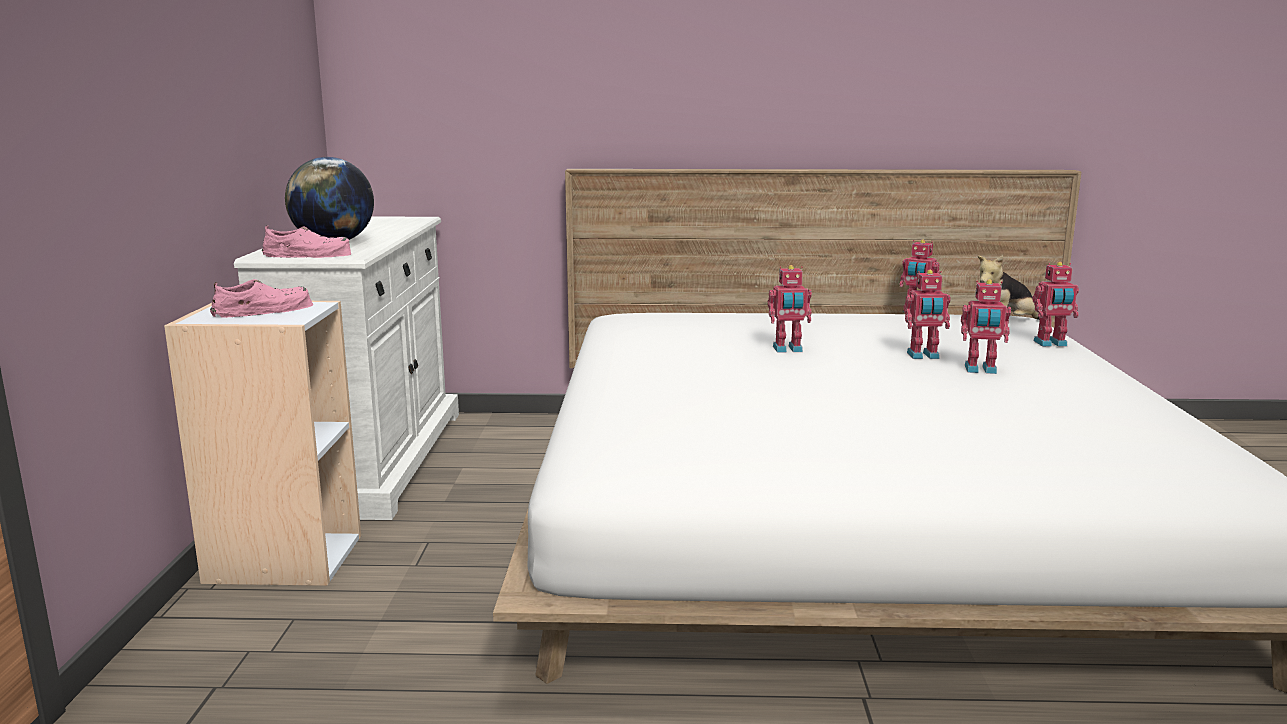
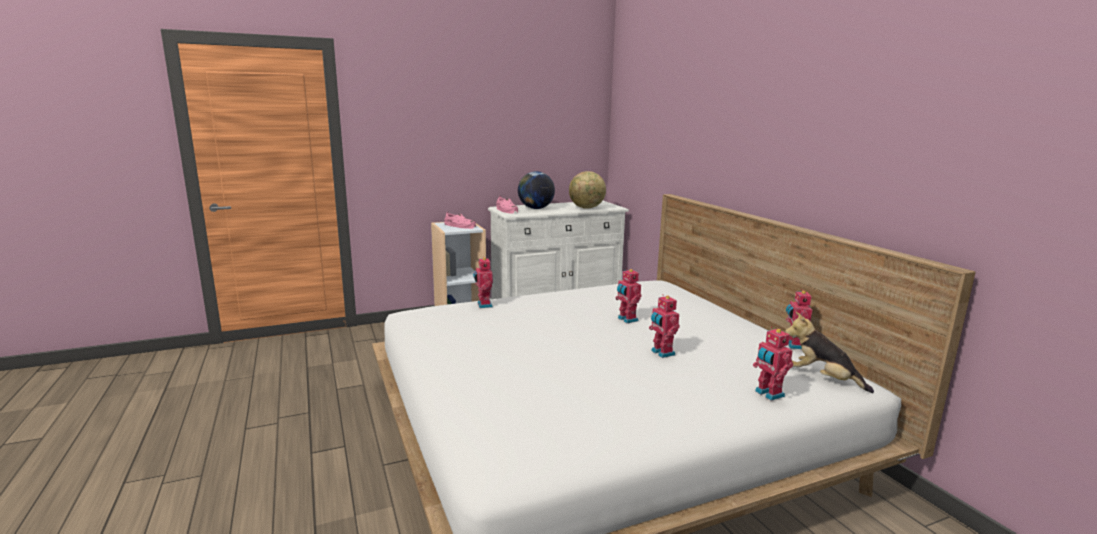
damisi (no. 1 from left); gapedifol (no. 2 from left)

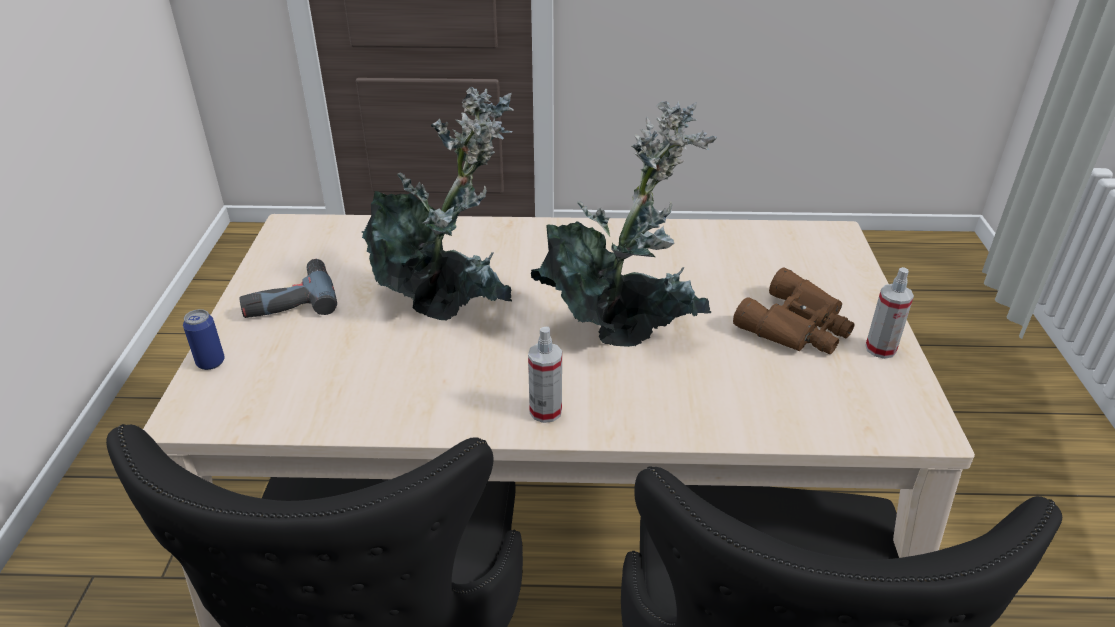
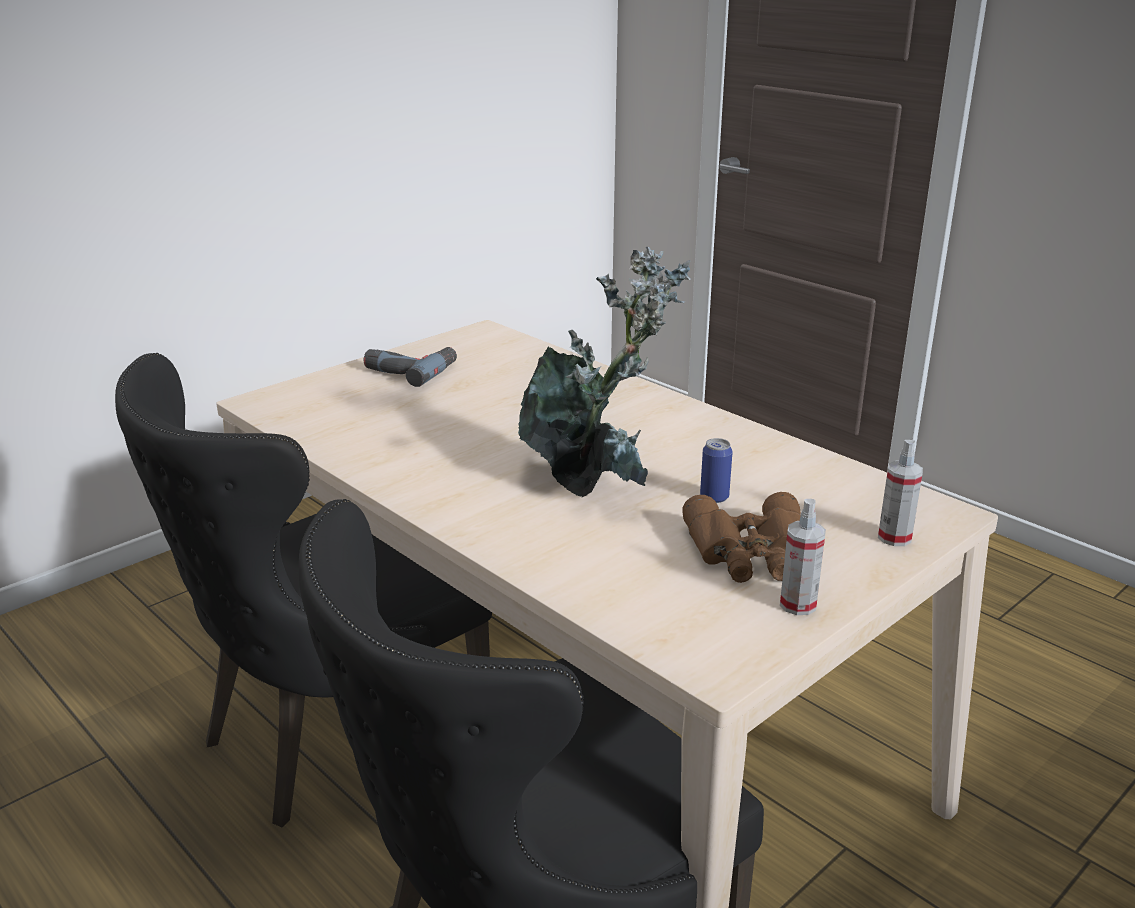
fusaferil; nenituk (no. 2 from left); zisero (no. 1 from left in the first image)

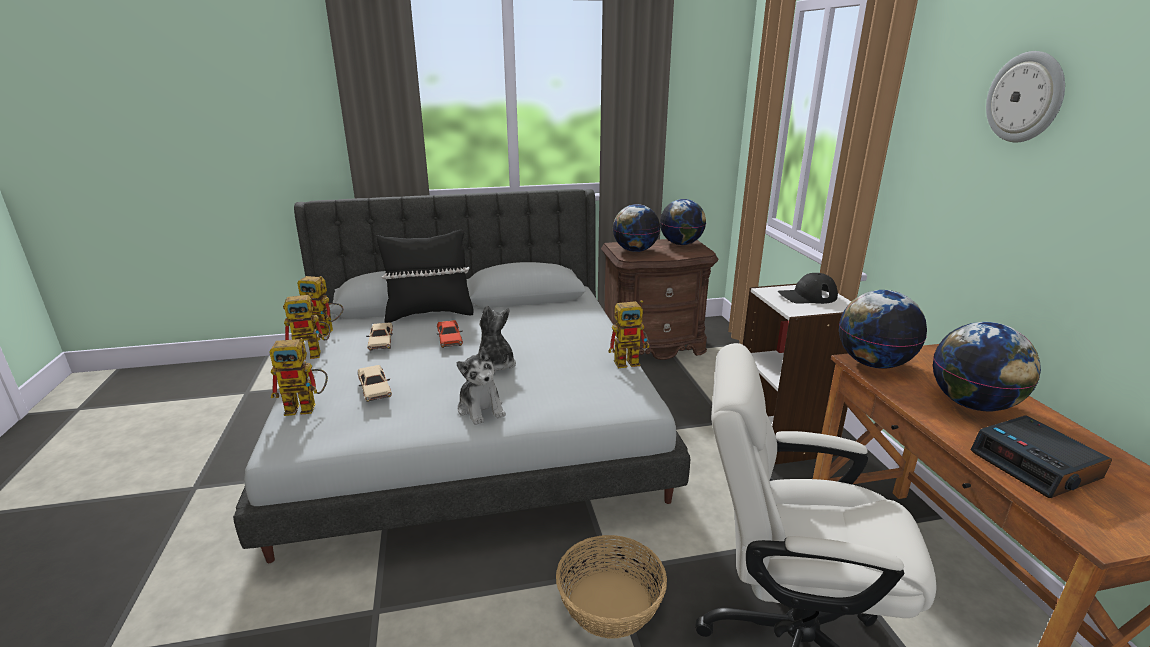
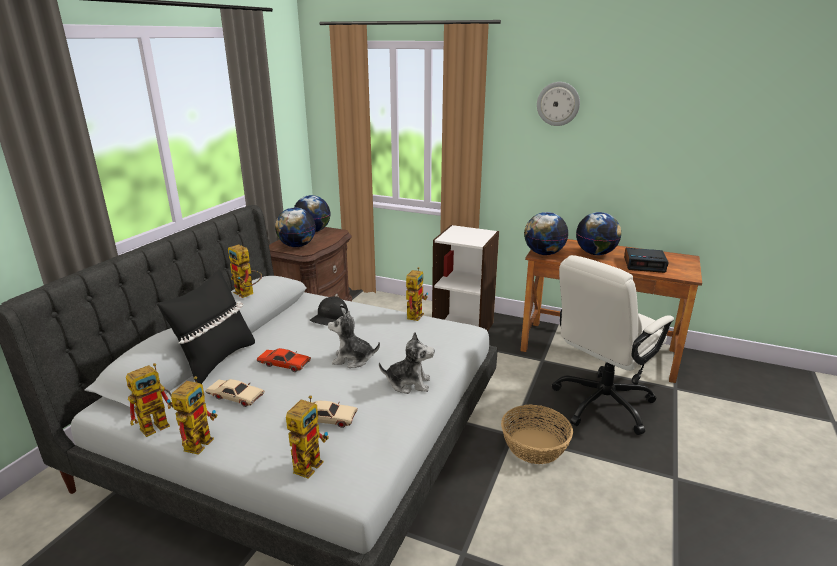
damisi (no. 3 from left); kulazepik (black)

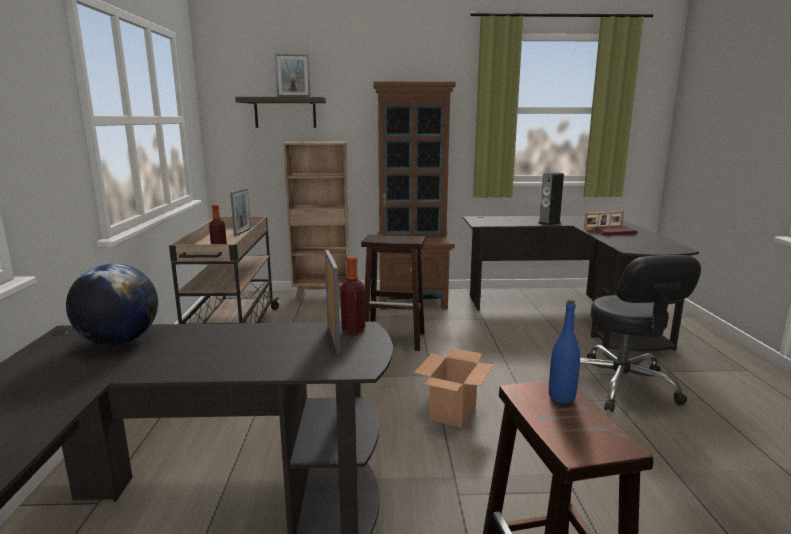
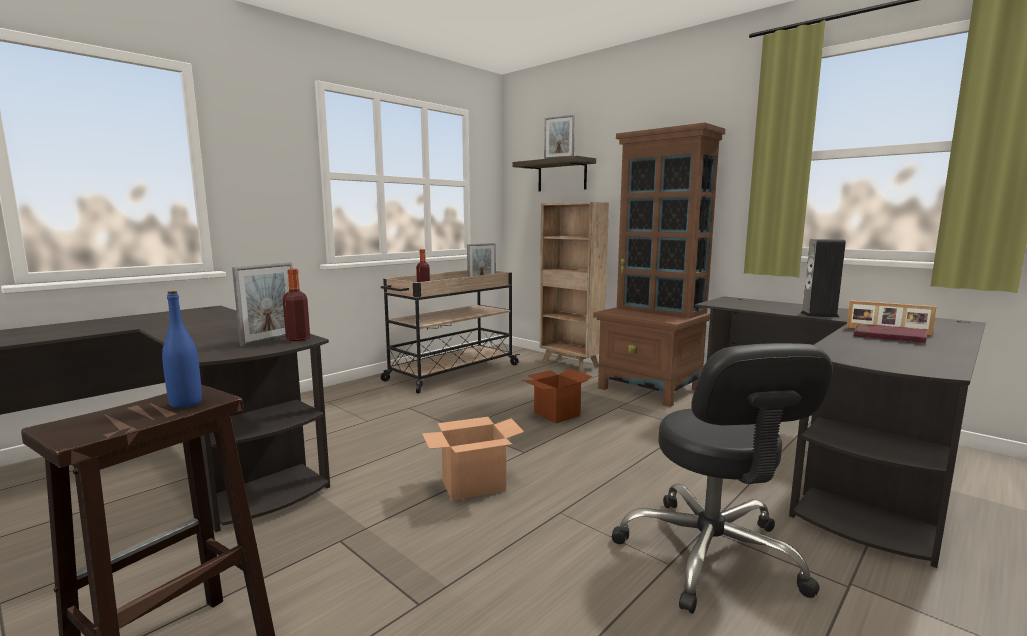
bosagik (no. 2 from left); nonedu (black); gapedifol

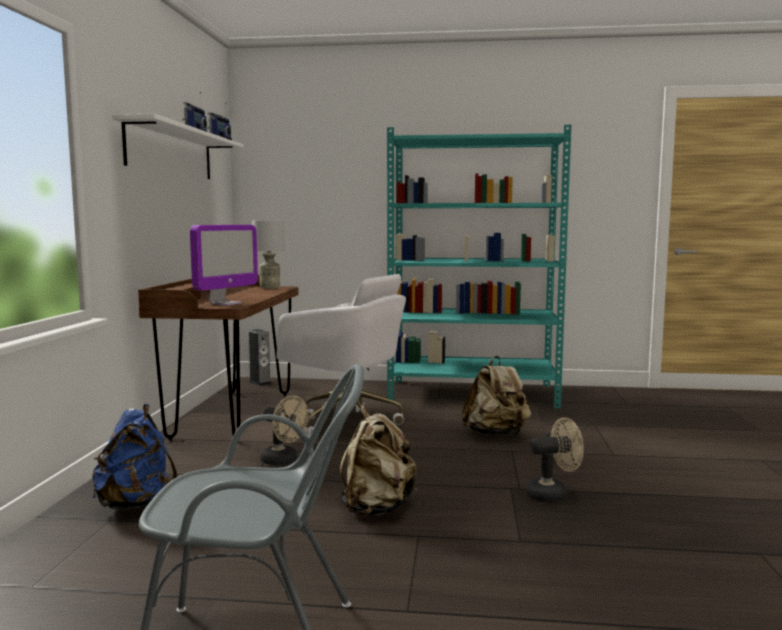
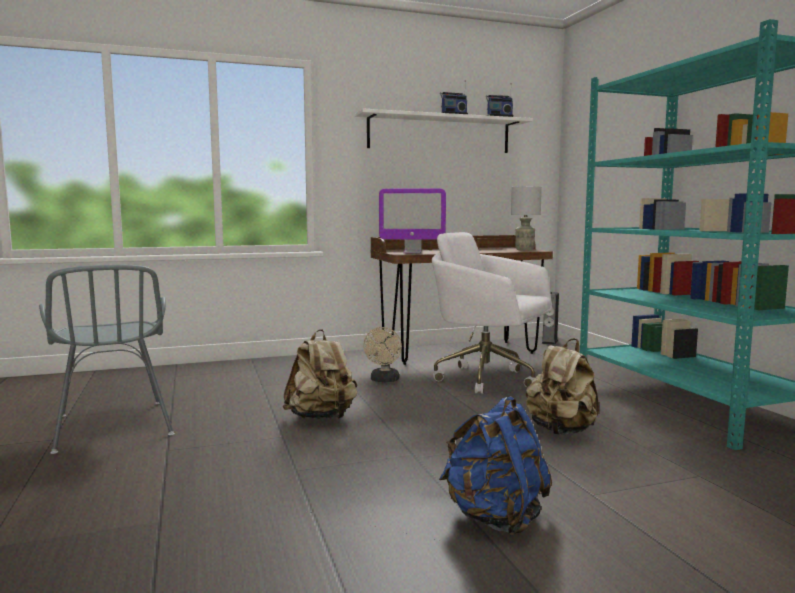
nonedu (white); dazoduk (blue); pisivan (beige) (no. 2 from left in the first image)

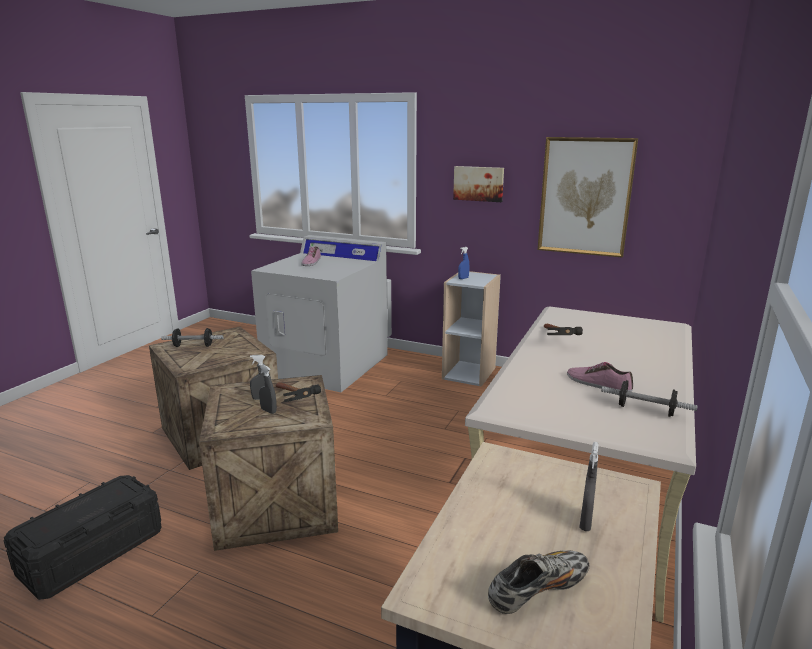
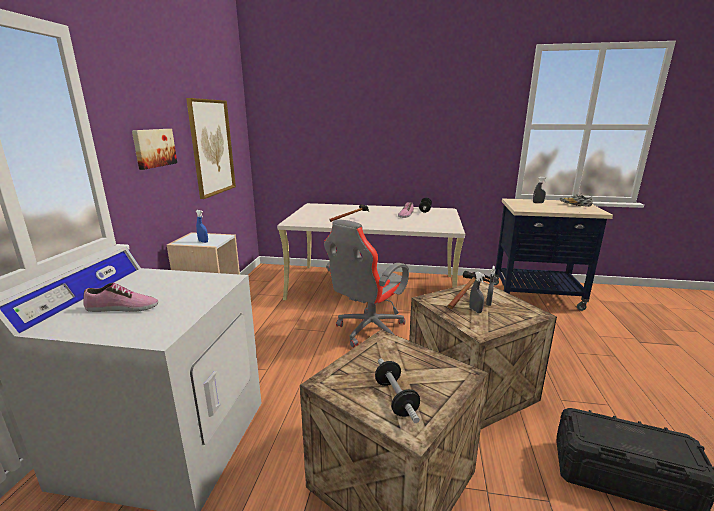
nonedu (grey)

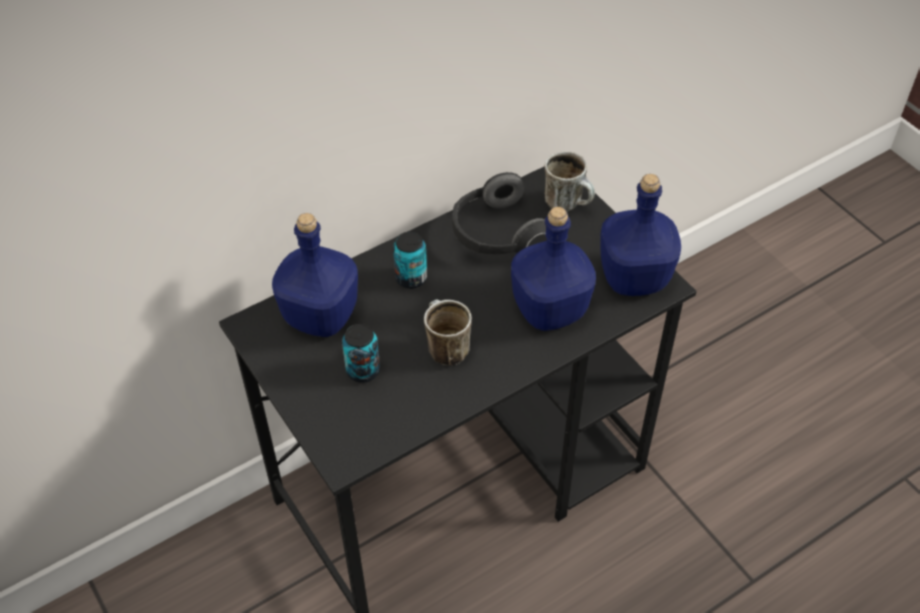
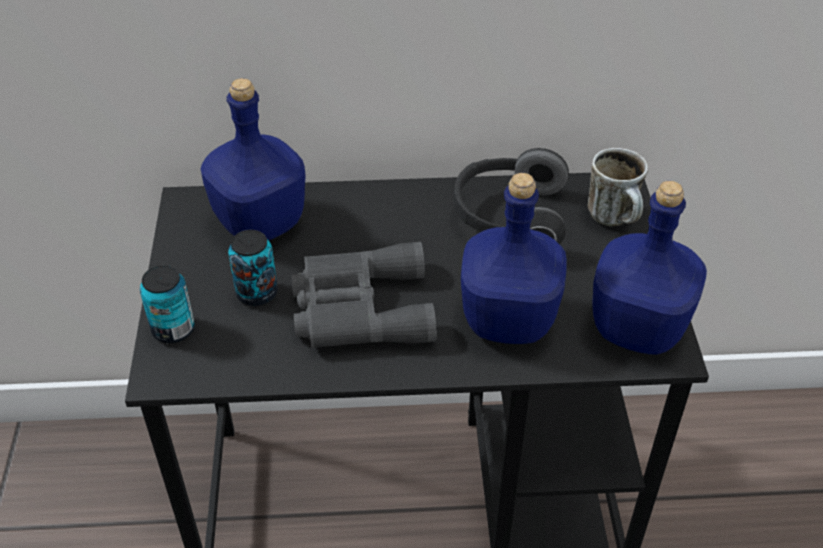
fusaferil (no. 1 from left); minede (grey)

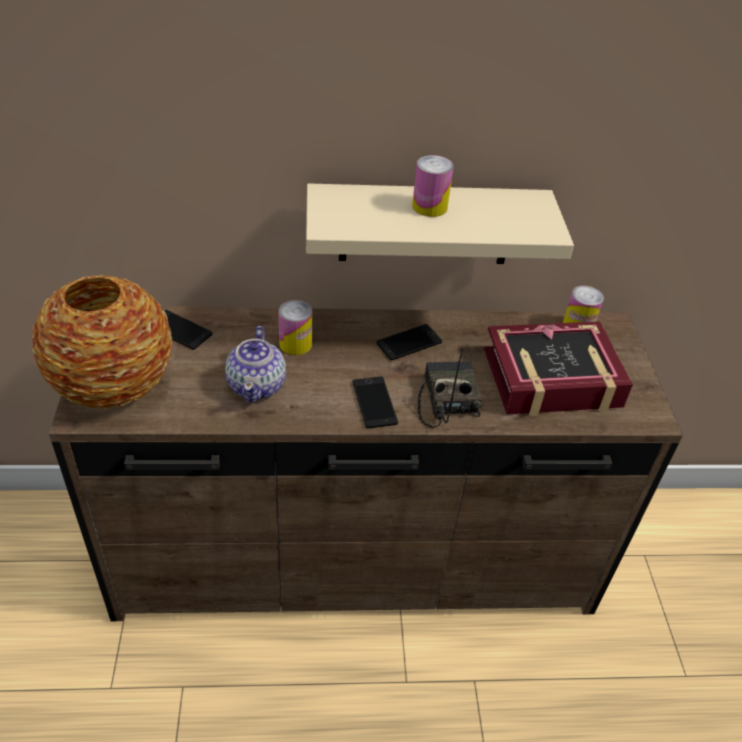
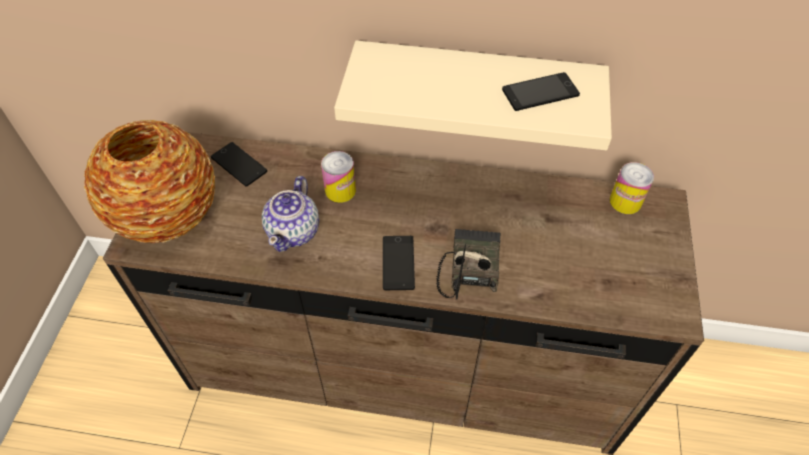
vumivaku (no. 3 from left); fusaferil (no. 2 from left in the first image); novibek

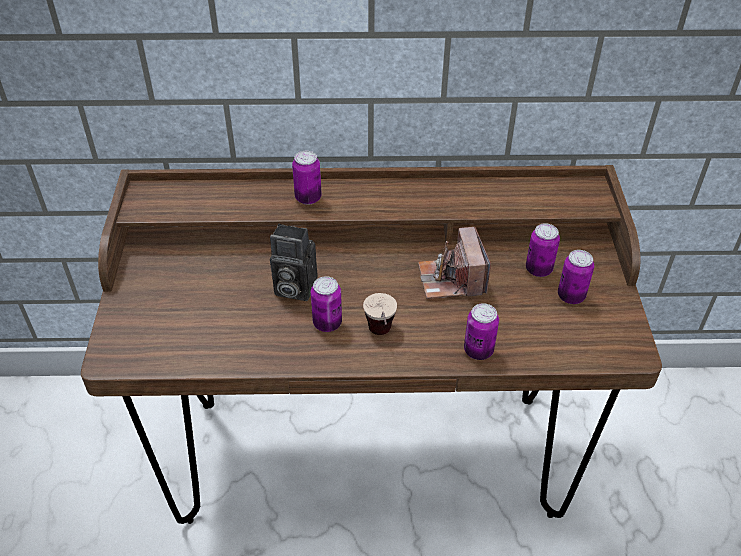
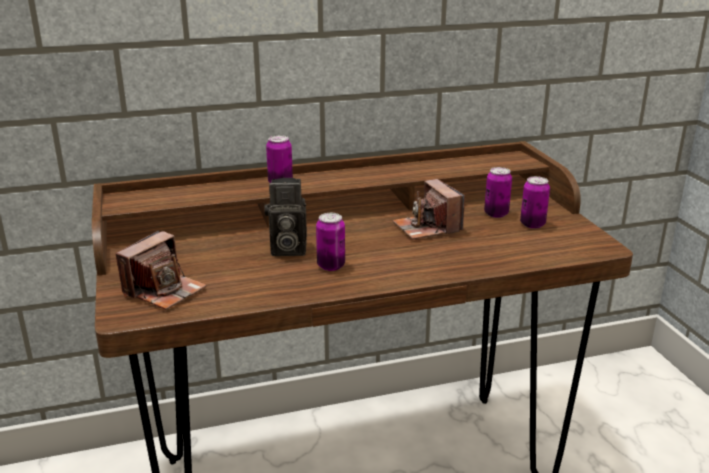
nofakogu (no. 1 from left); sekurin; fusaferil (no. 3 from left in the first image)

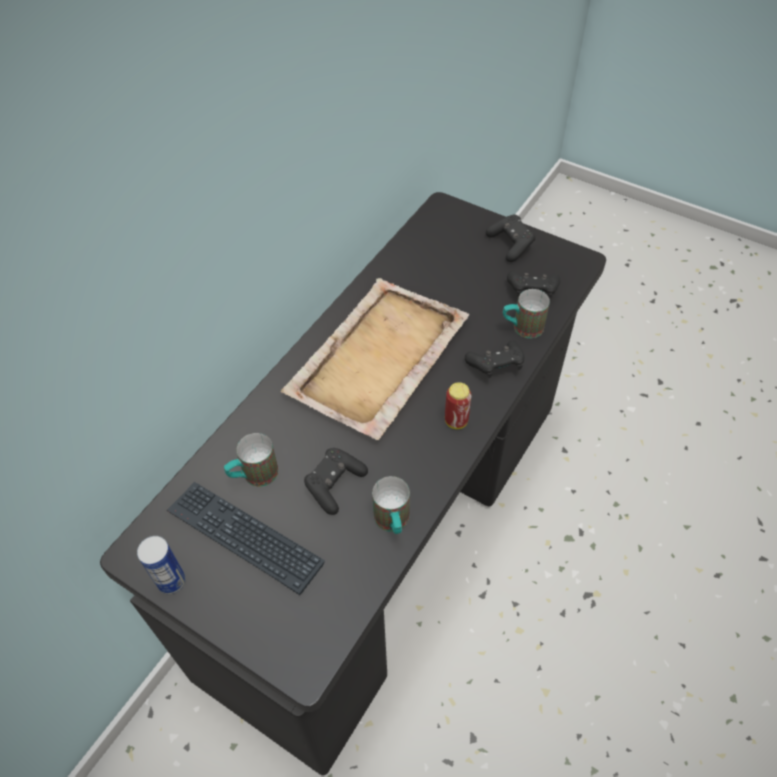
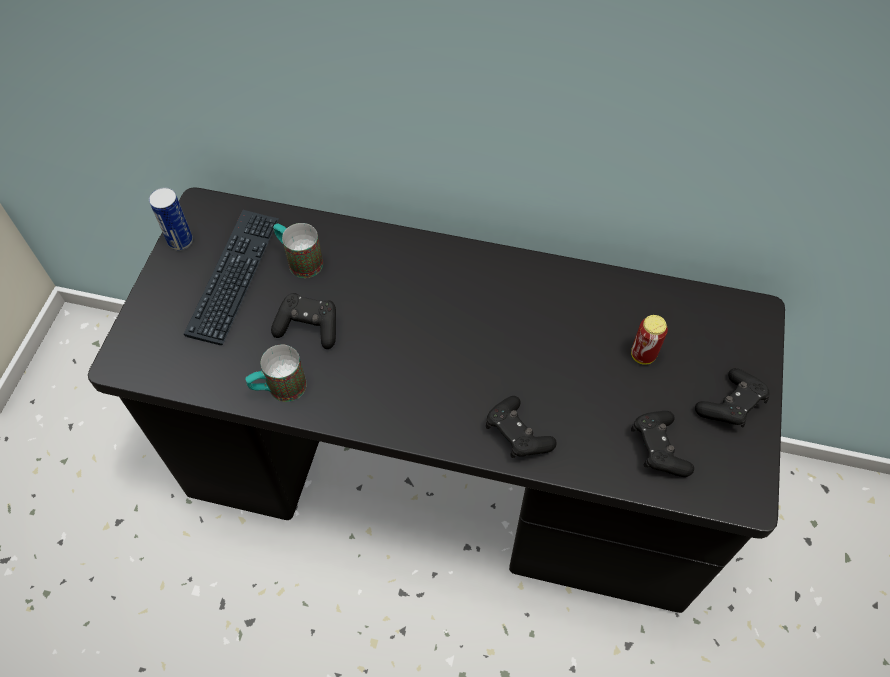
fusaferil (no. 2 from left); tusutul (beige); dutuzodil (no. 3 from left in the first image)

